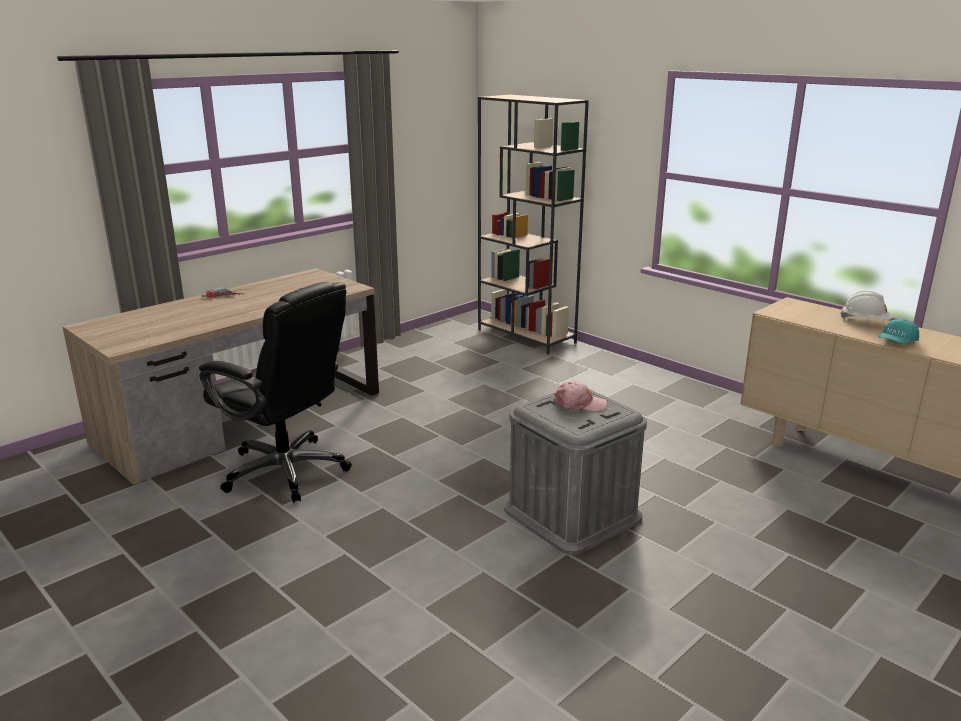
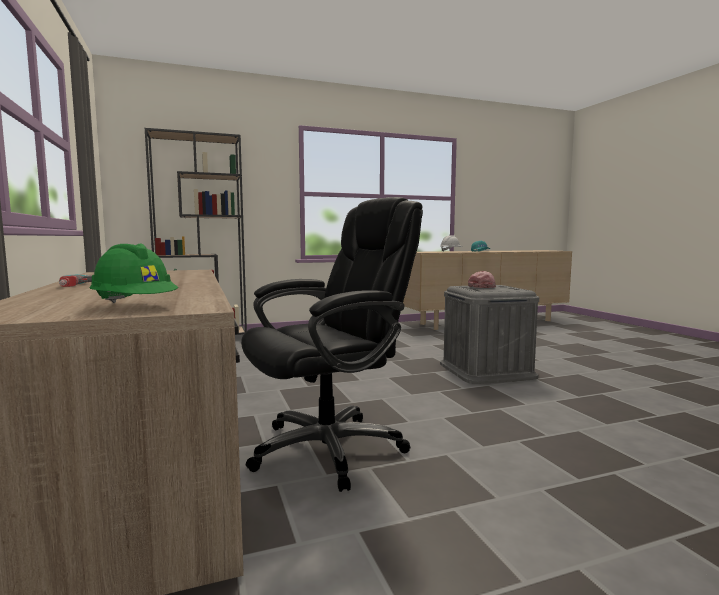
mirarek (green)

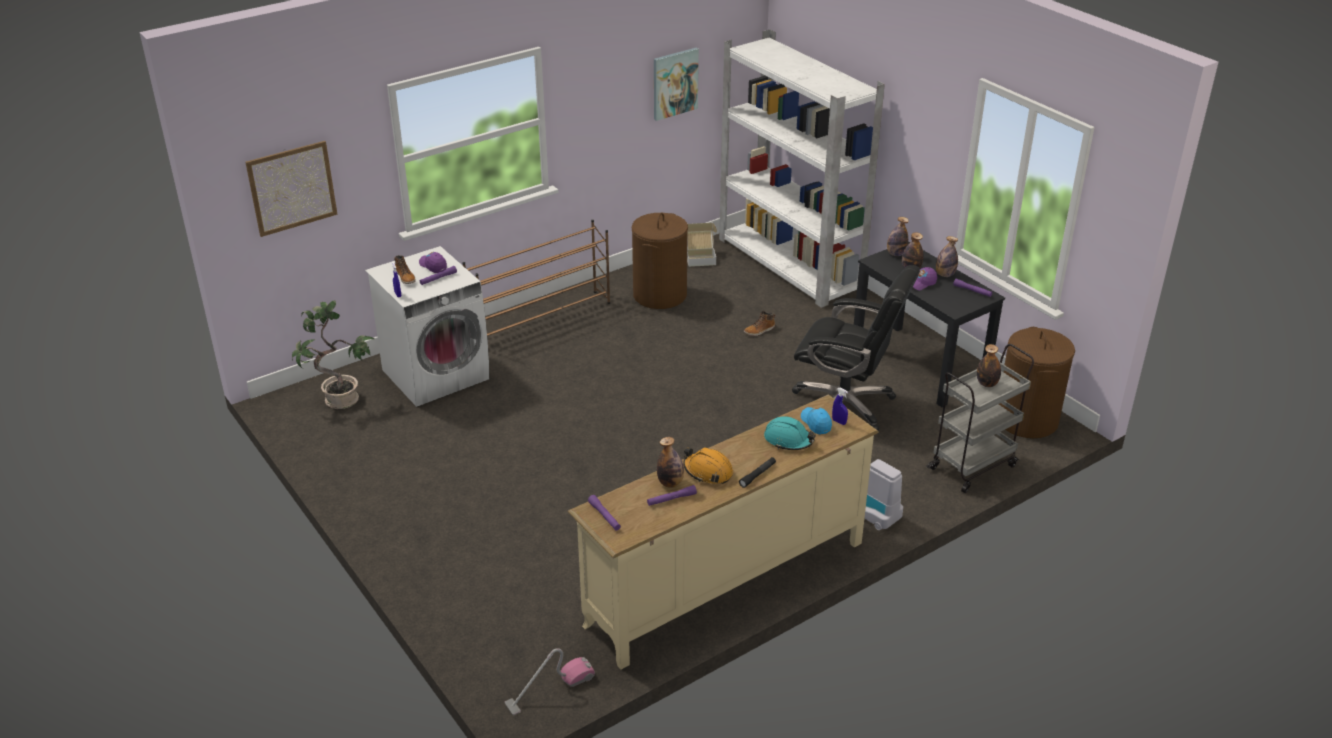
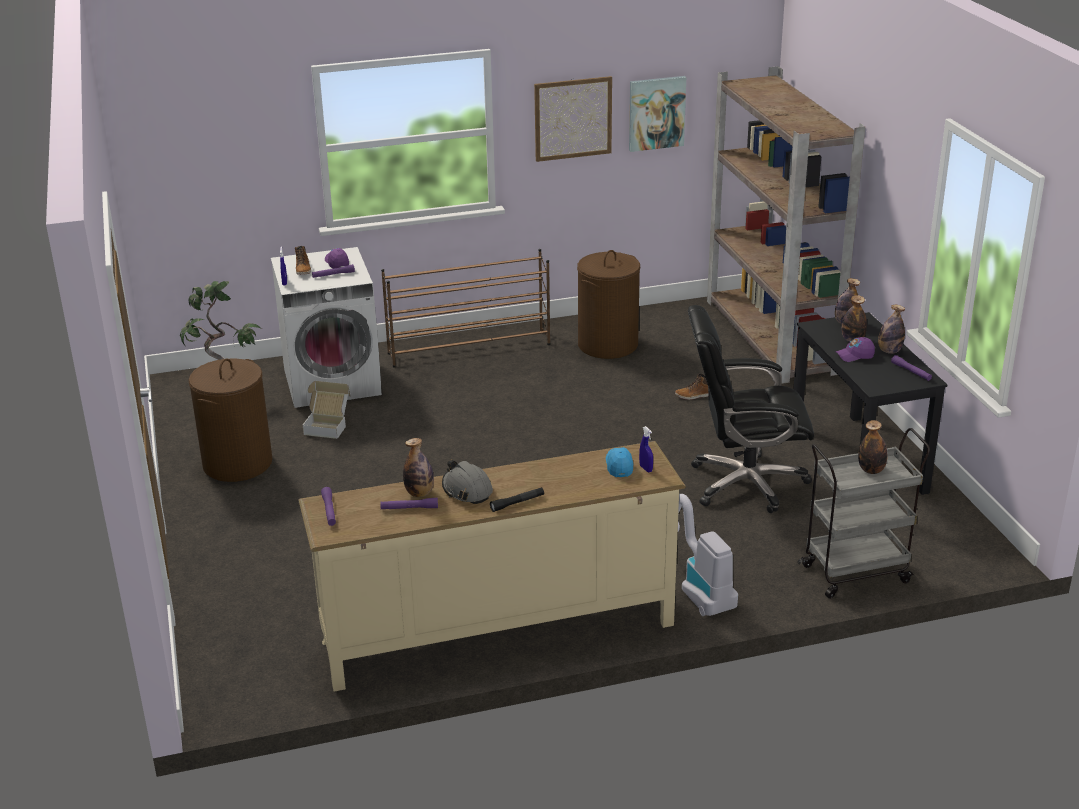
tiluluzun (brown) (no. 1 from left); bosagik; mirarek (grey); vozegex (no. 1 from left); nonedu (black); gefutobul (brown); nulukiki (no. 1 from left in the first image); mirarek (turquoise)

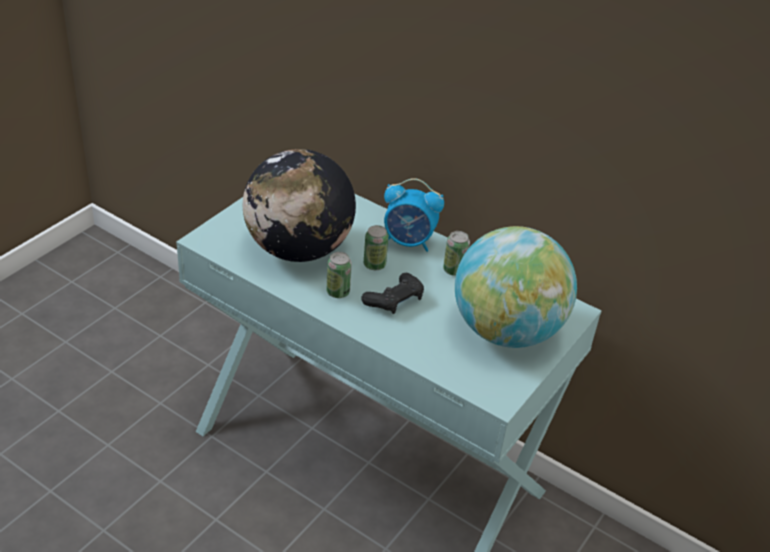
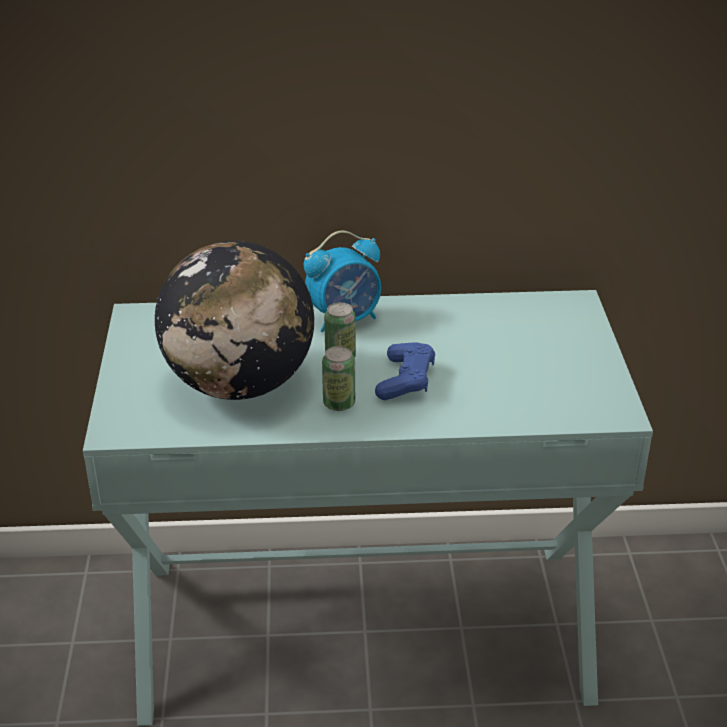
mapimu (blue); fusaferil (no. 3 from left in the first image); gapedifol (no. 2 from left in the first image)

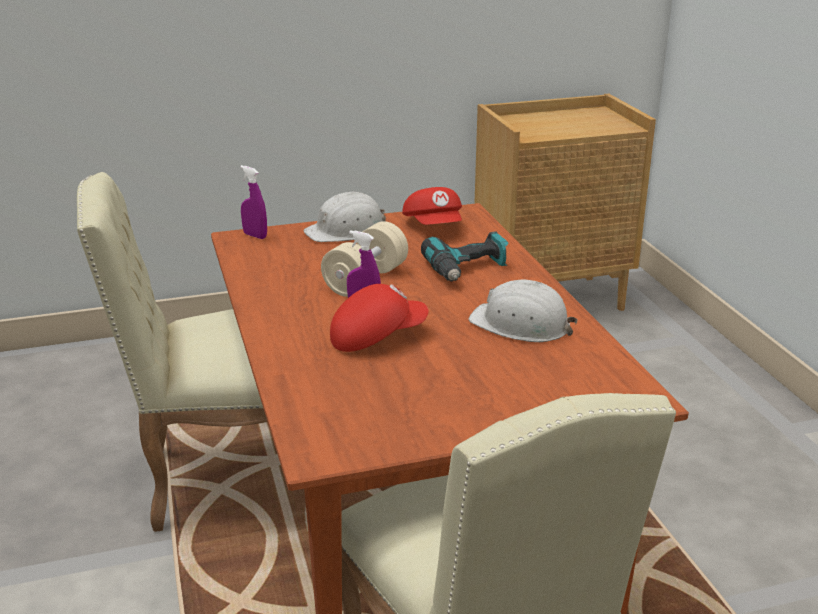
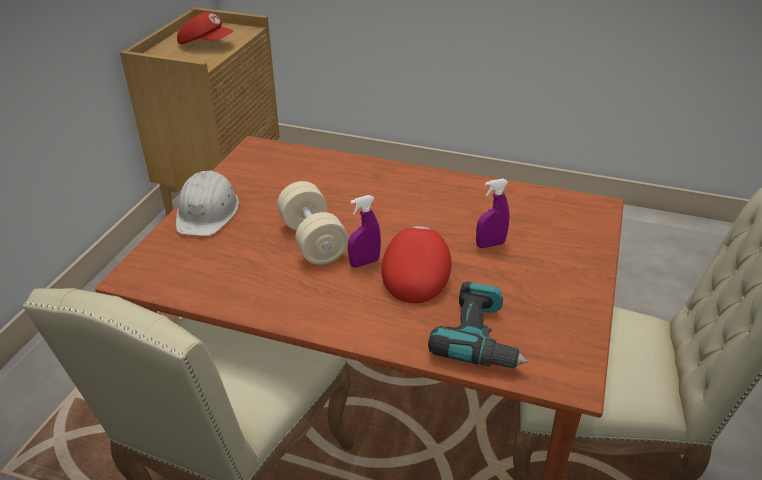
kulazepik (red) (no. 1 from left); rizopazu; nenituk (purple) (no. 2 from left); mirarek (white) (no. 2 from left in the first image)

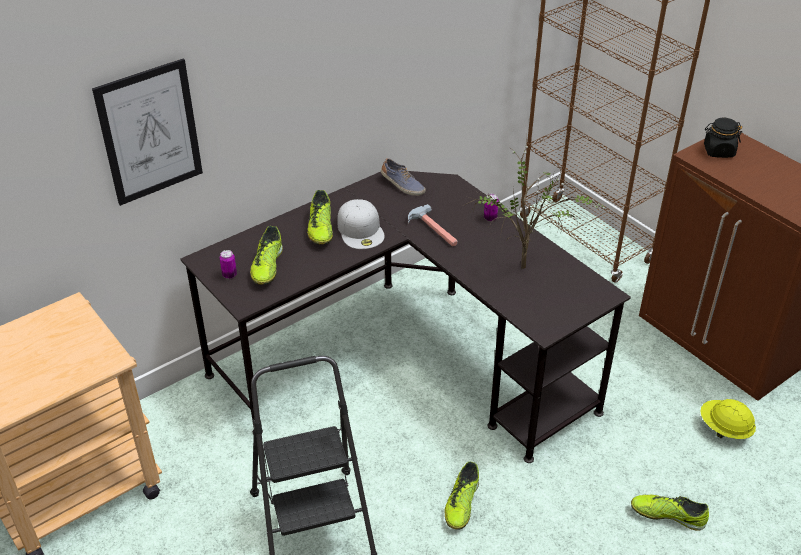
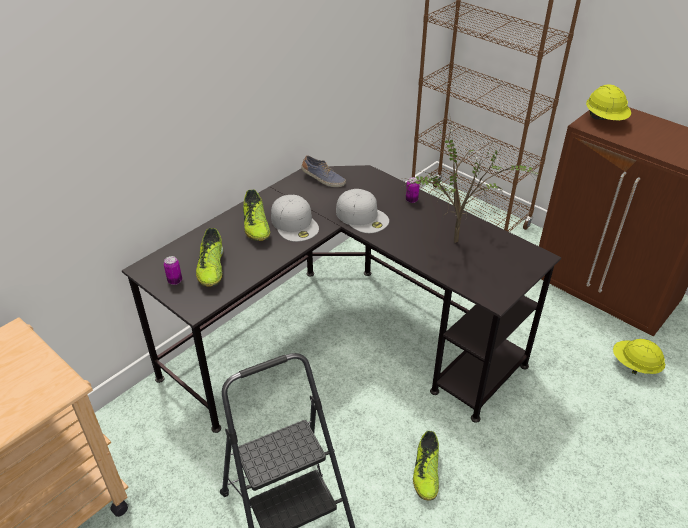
kulazepik (white) (no. 2 from left); mirarek (yellow) (no. 1 from left); vozegex; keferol (no. 5 from left in the first image)

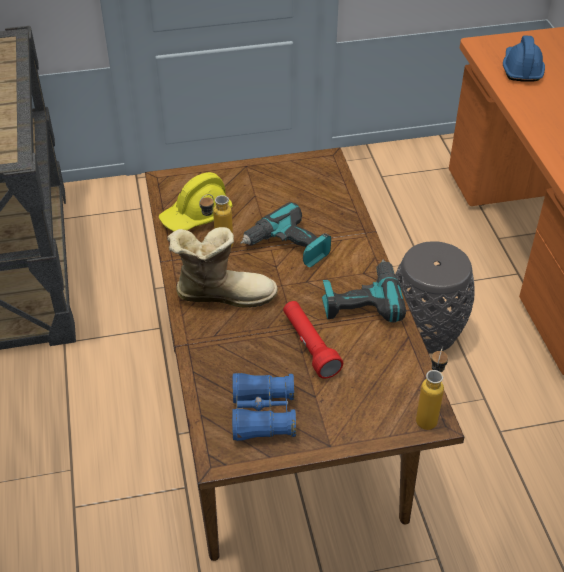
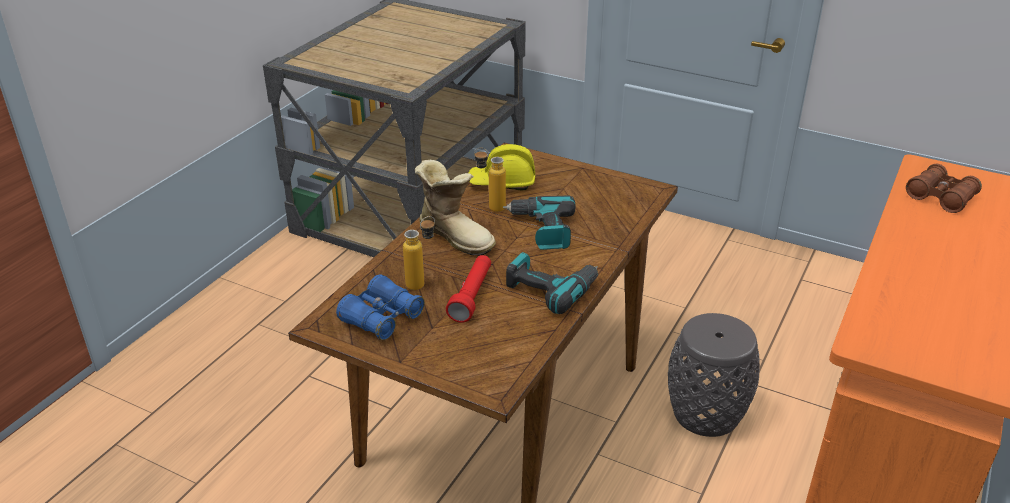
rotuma (no. 1 from left); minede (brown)

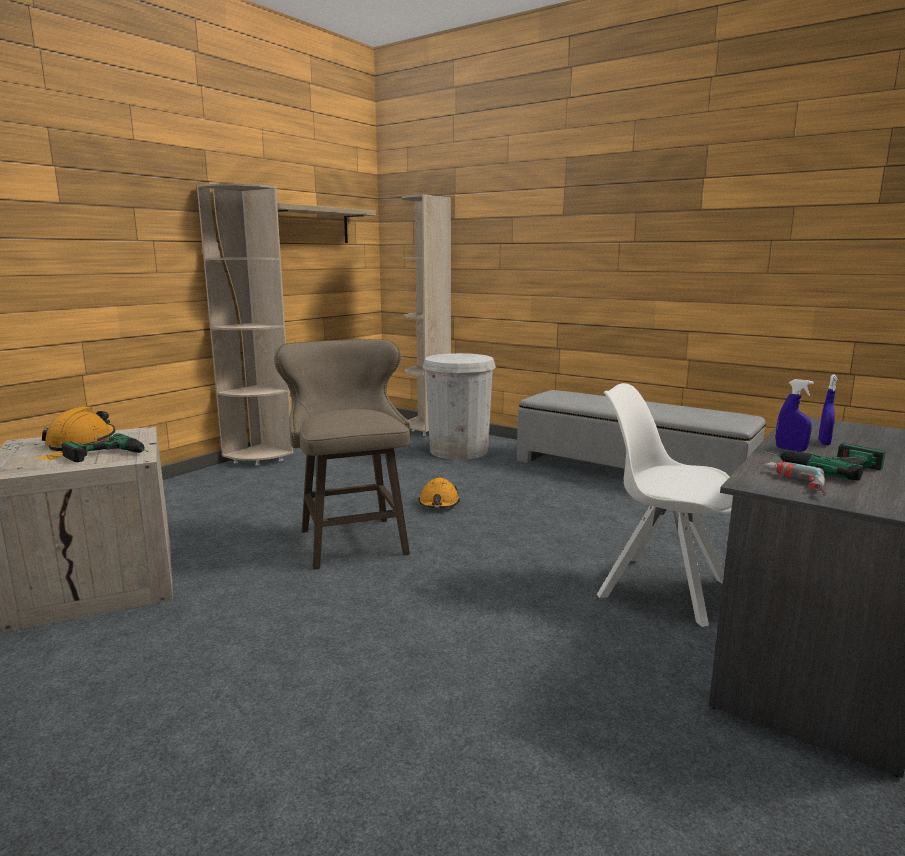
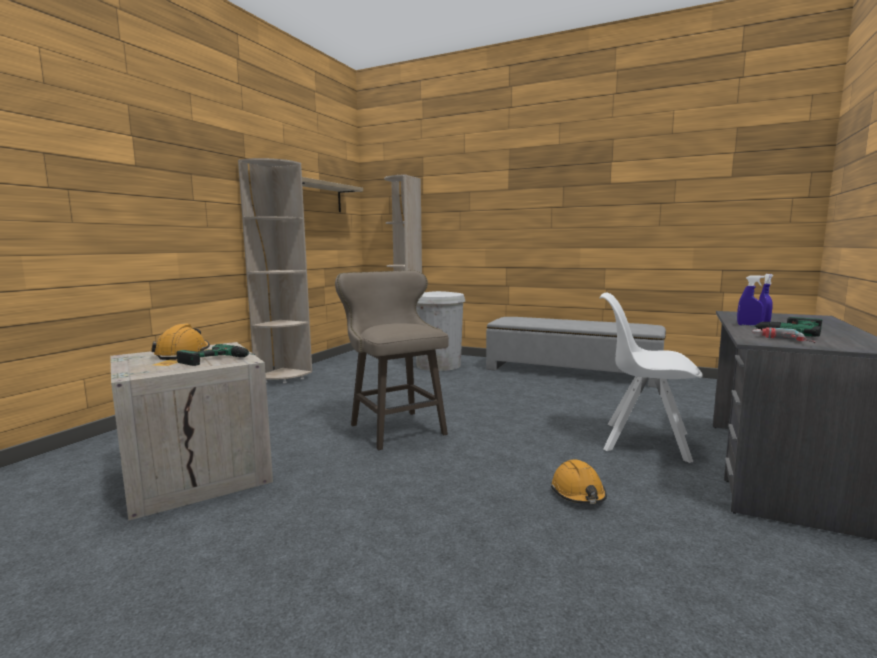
mirarek (orange) (no. 2 from left)

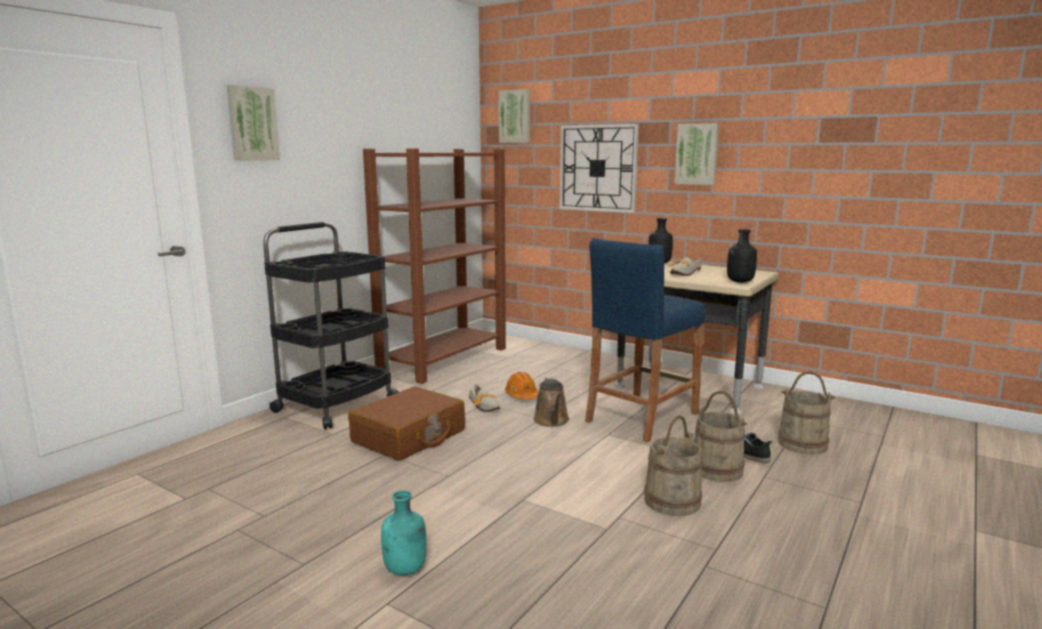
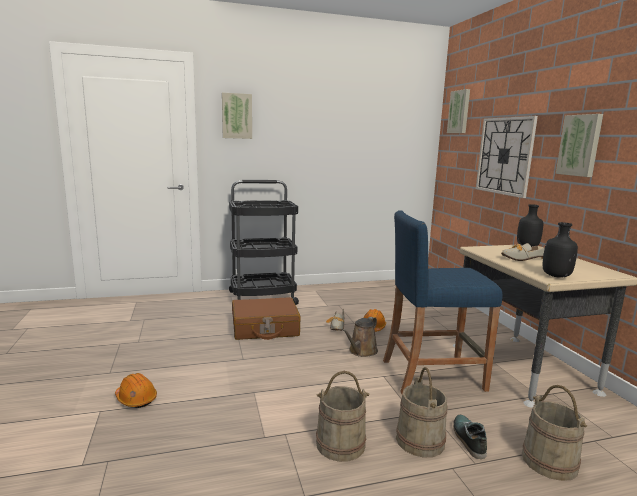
mirarek (orange) (no. 1 from left); gefutobul (brown)

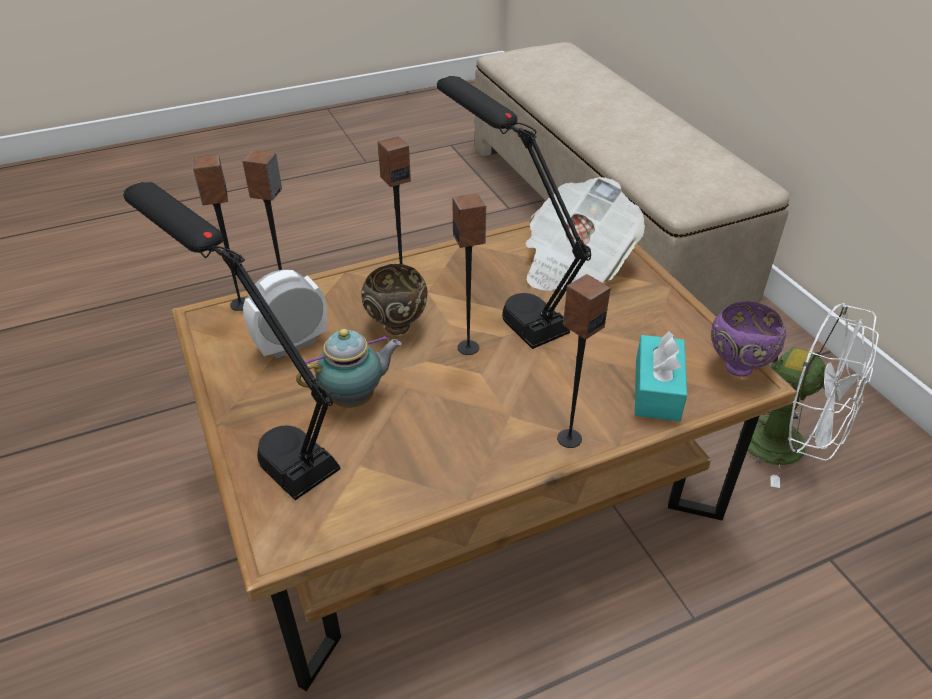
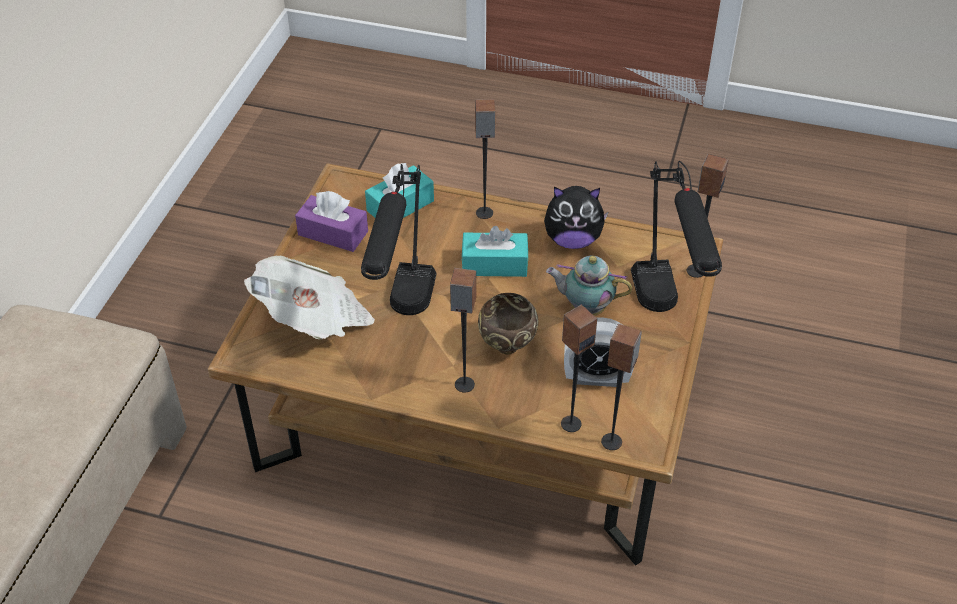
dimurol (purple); dimurol (turquoise) (no. 2 from left); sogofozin; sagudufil (no. 5 from left); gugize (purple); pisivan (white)

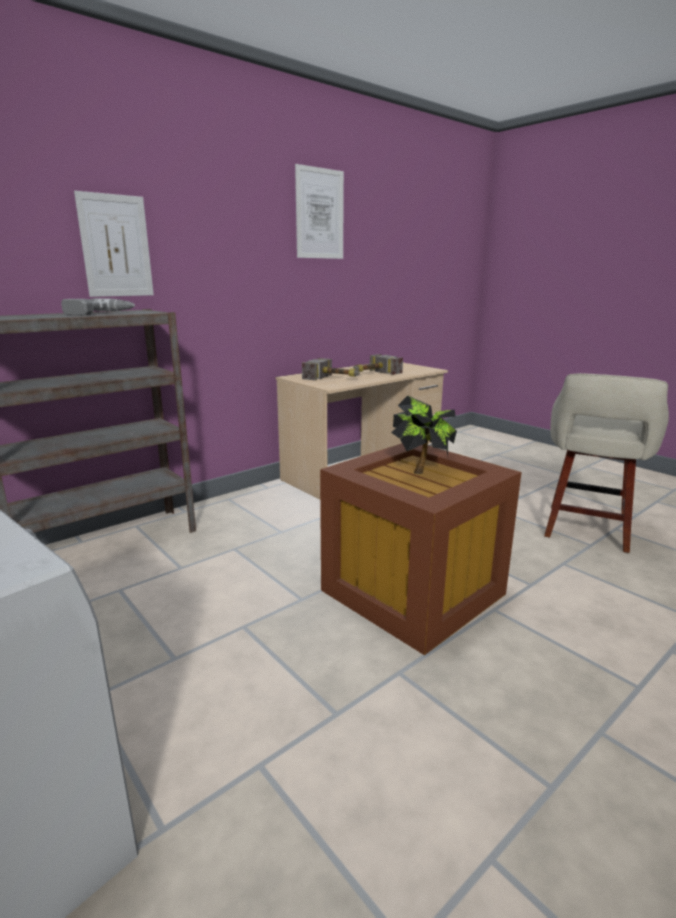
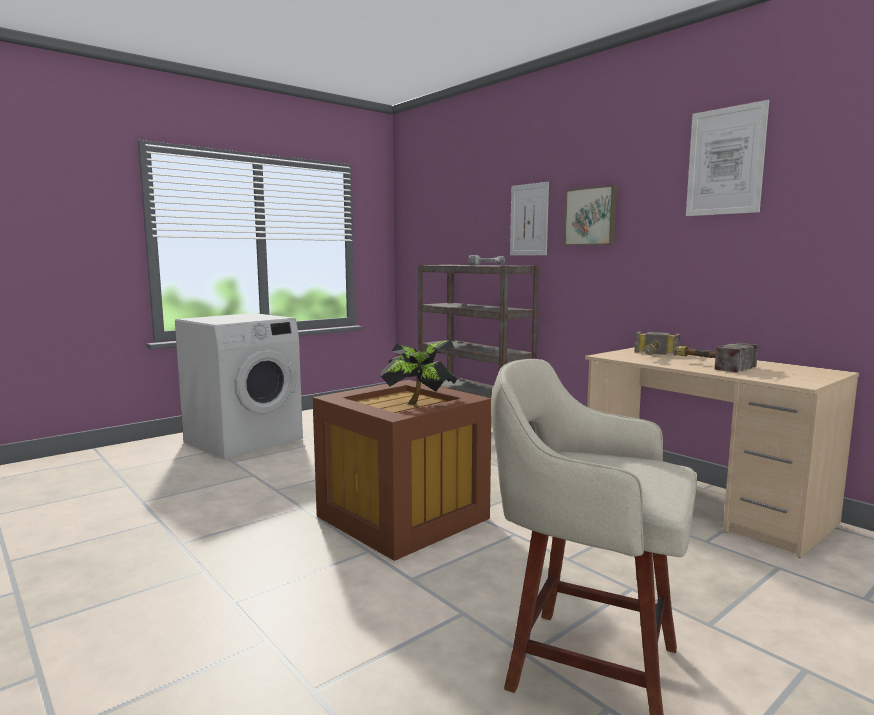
vozegex (no. 2 from left)

